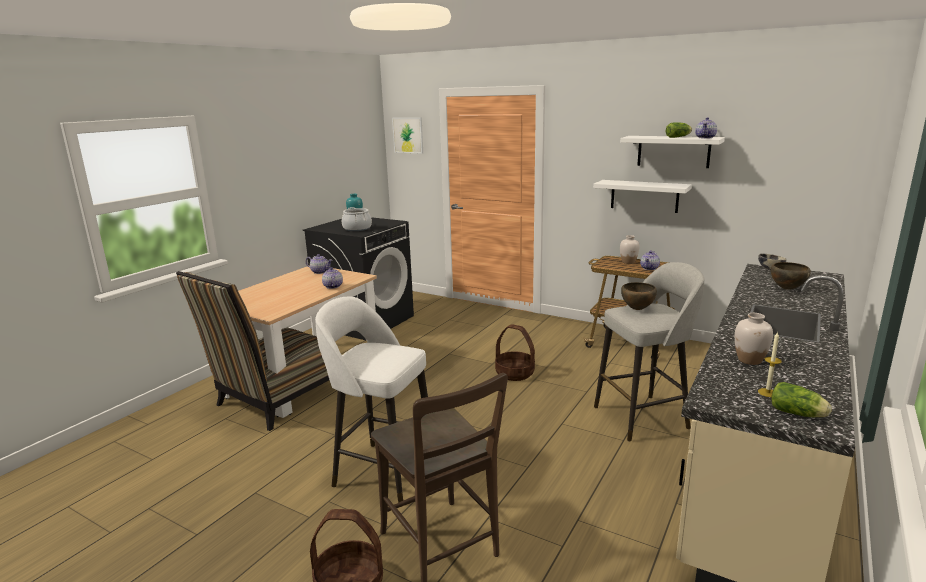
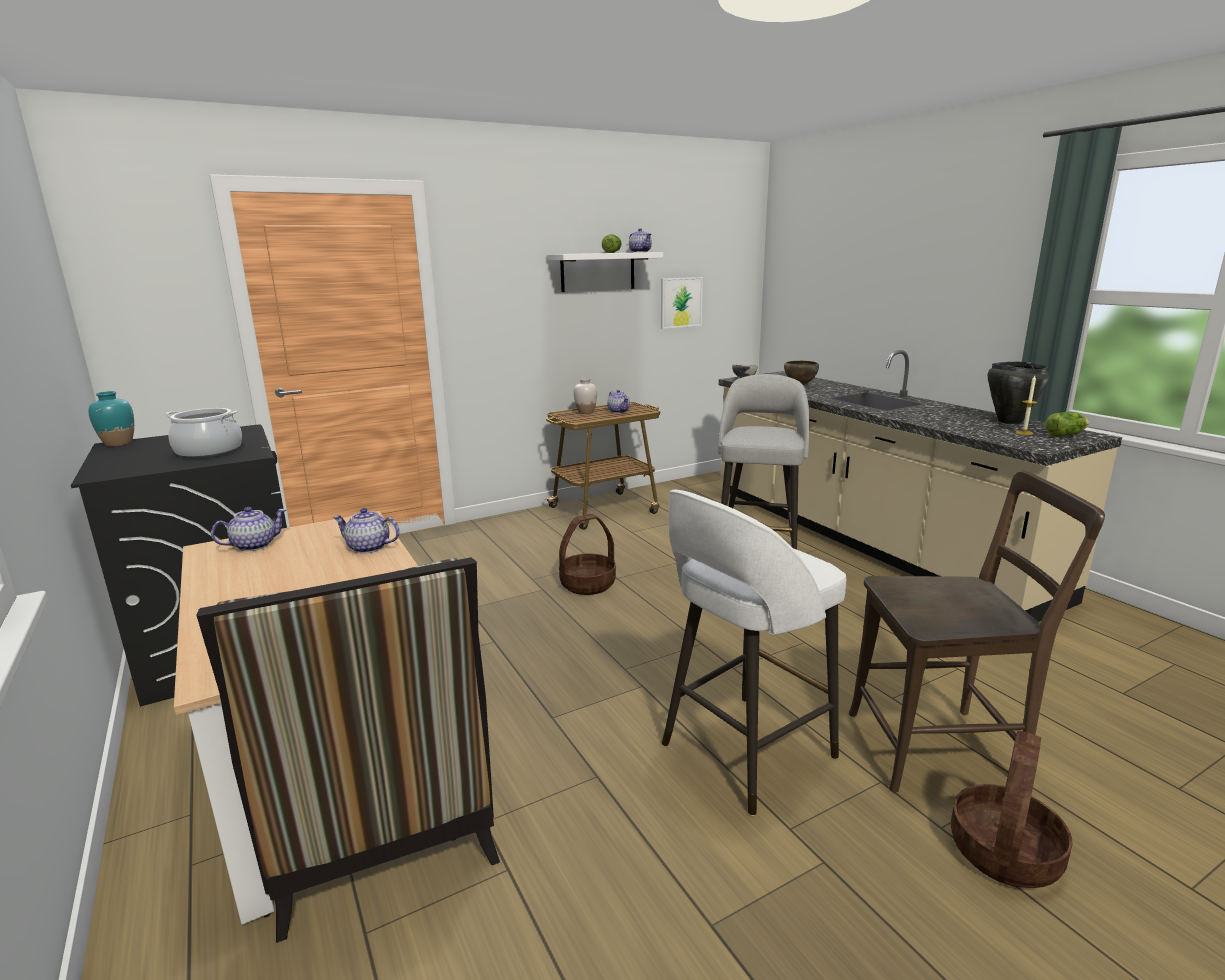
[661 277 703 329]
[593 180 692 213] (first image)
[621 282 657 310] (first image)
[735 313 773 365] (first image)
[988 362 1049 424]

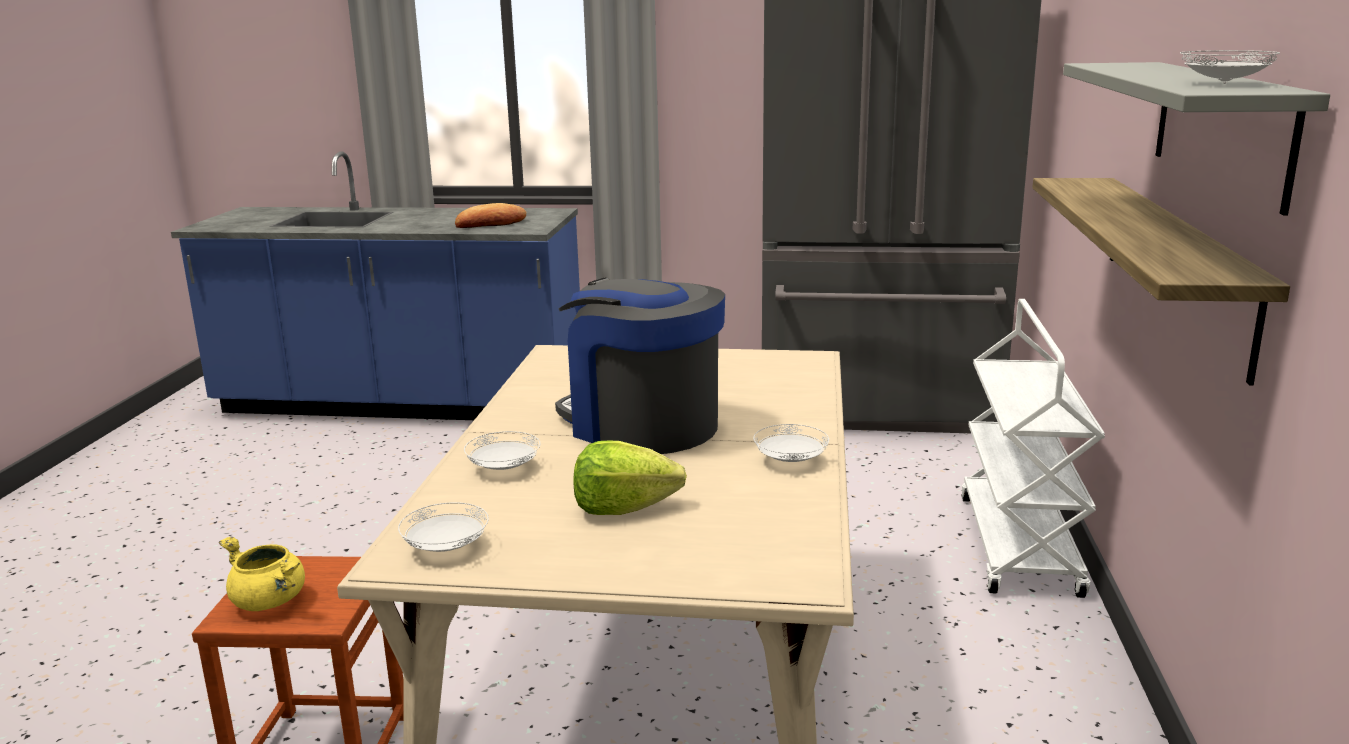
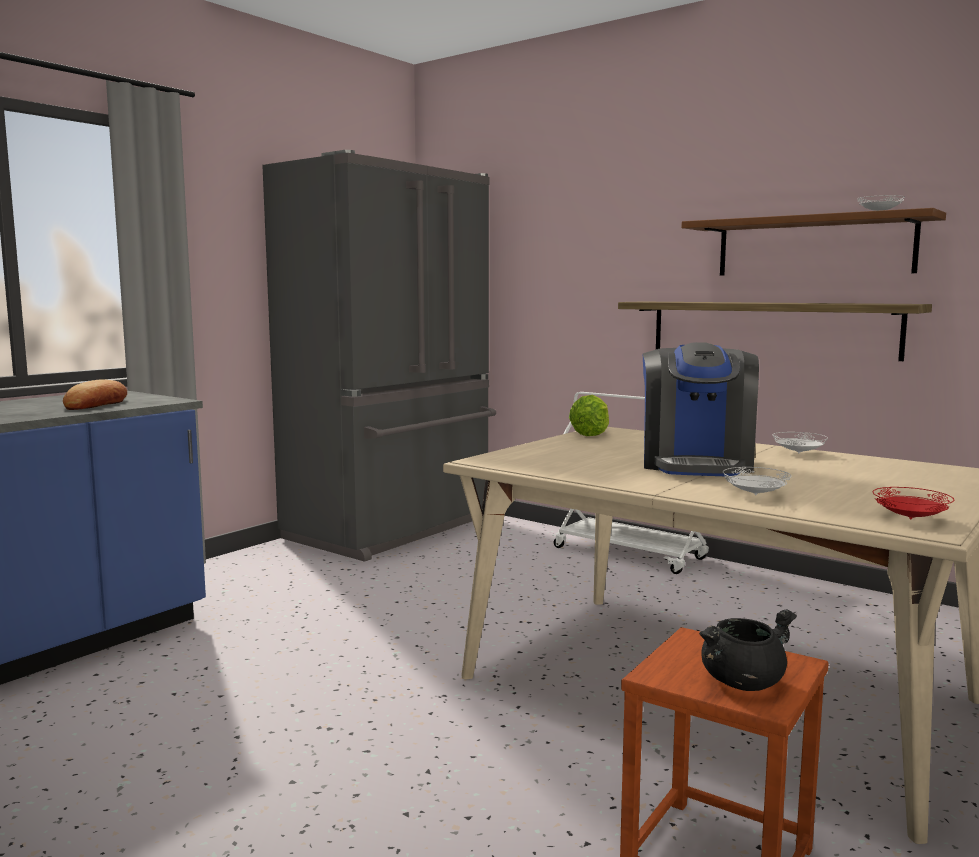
[699 609 797 691]
[873 487 955 519]
[643 342 759 477]
[569 395 609 436]
[681 208 946 276]

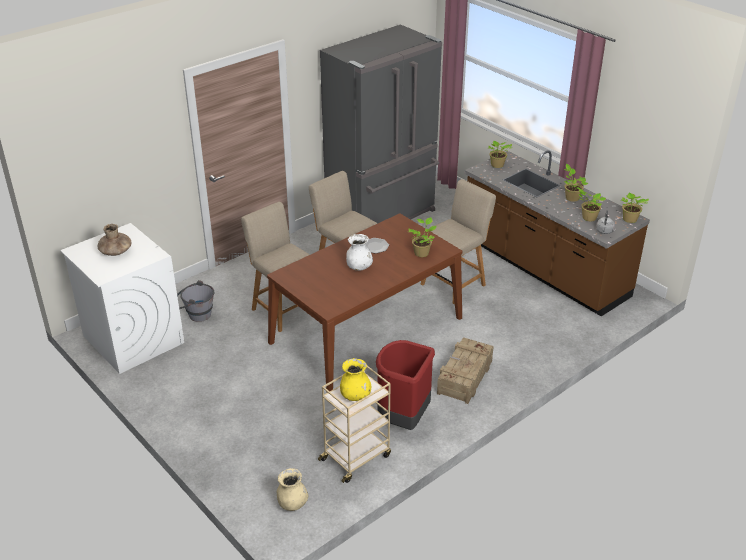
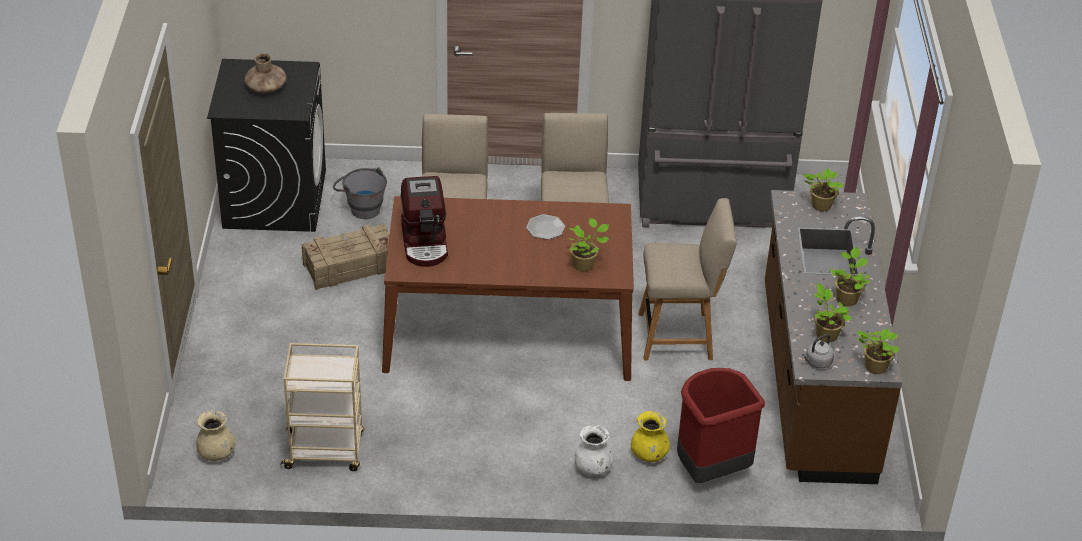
[207 59 326 232]
[631 411 670 462]
[575 425 614 476]
[677 368 765 483]
[302 224 390 290]
[400 176 448 267]

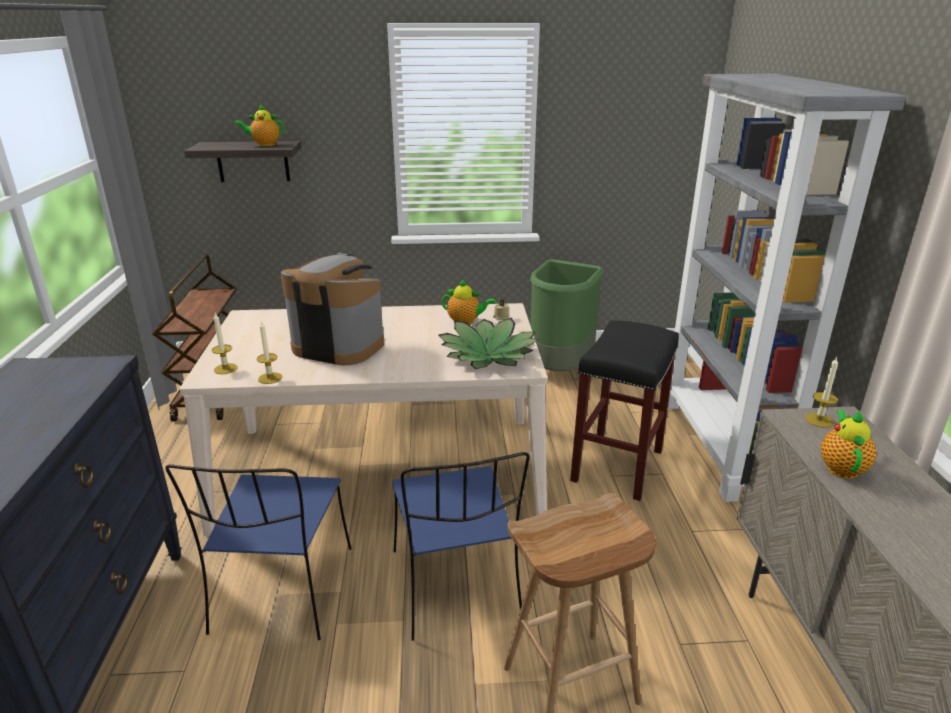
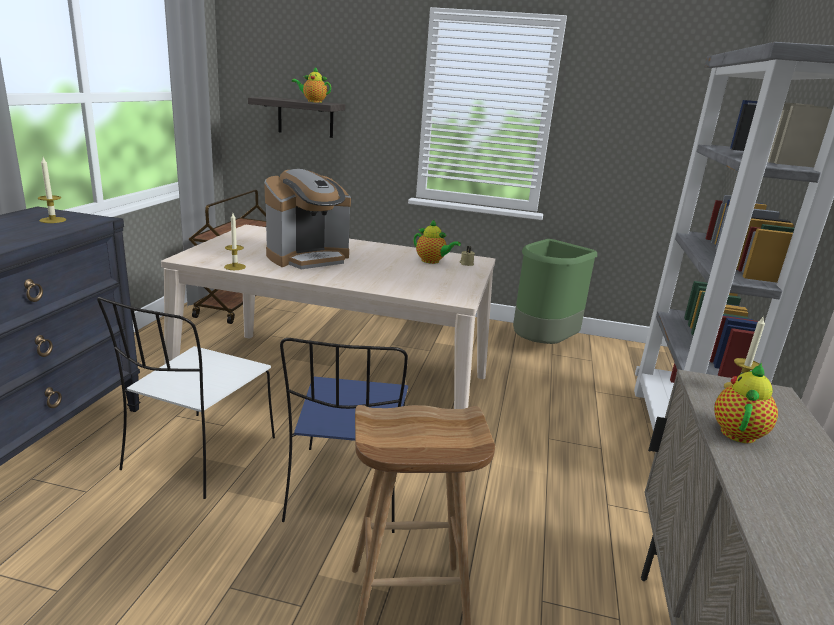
[97 297 275 499]
[38 157 66 223]
[264 169 351 269]
[439 318 539 369] (first image)
[570 320 679 501] (first image)

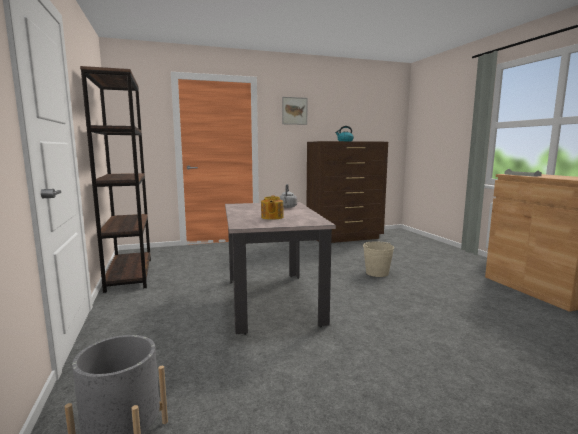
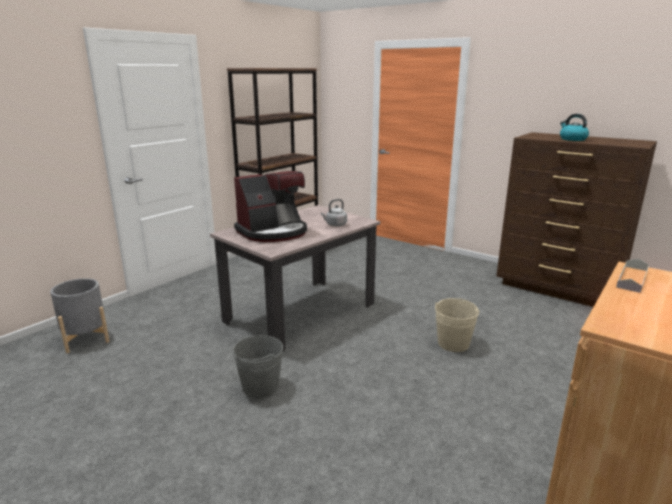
[234 171 307 242]
[282 97 308 125] (first image)
[233 335 283 398]

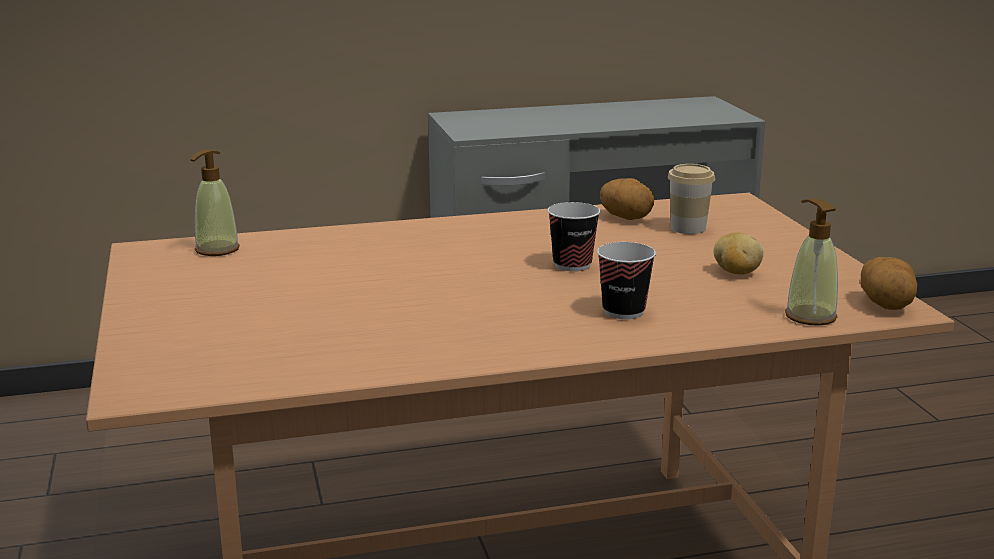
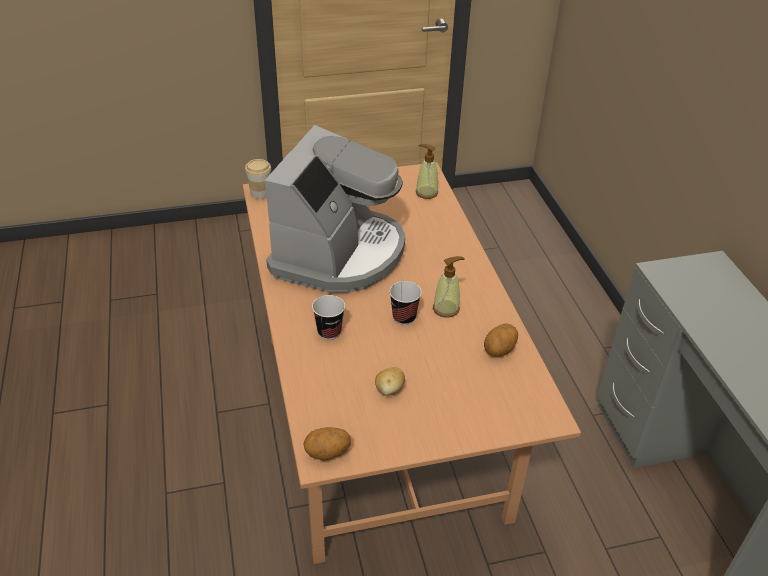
[245 159 271 199]
[433 256 464 318]
[265 125 405 293]

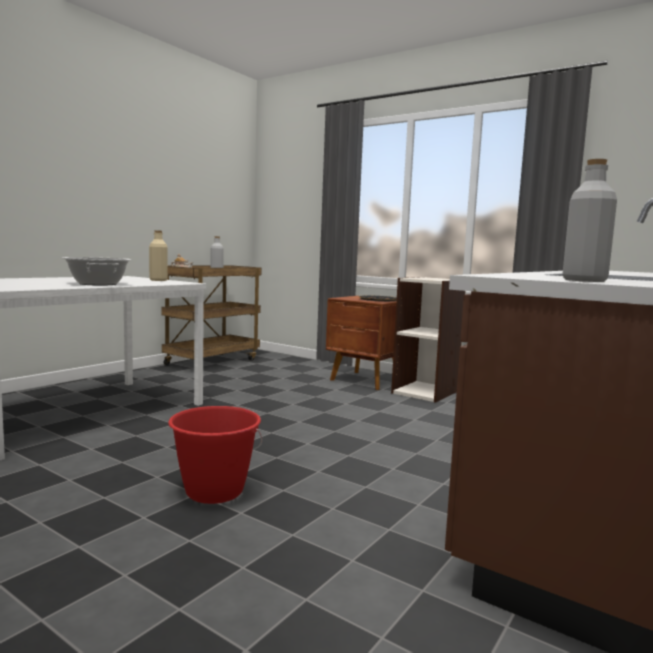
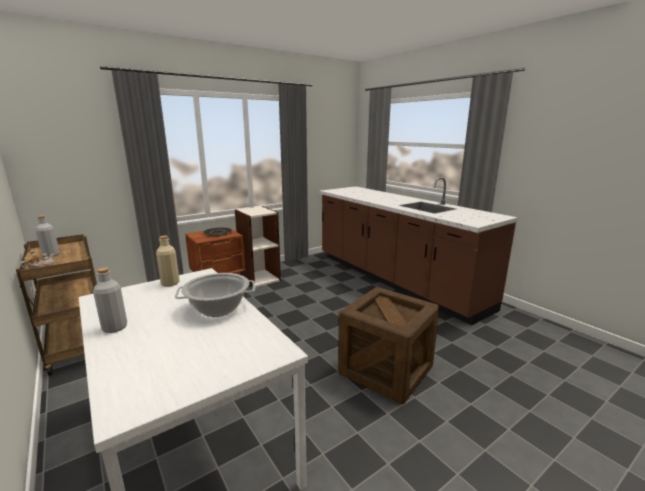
[339 287 440 405]
[93 267 127 333]

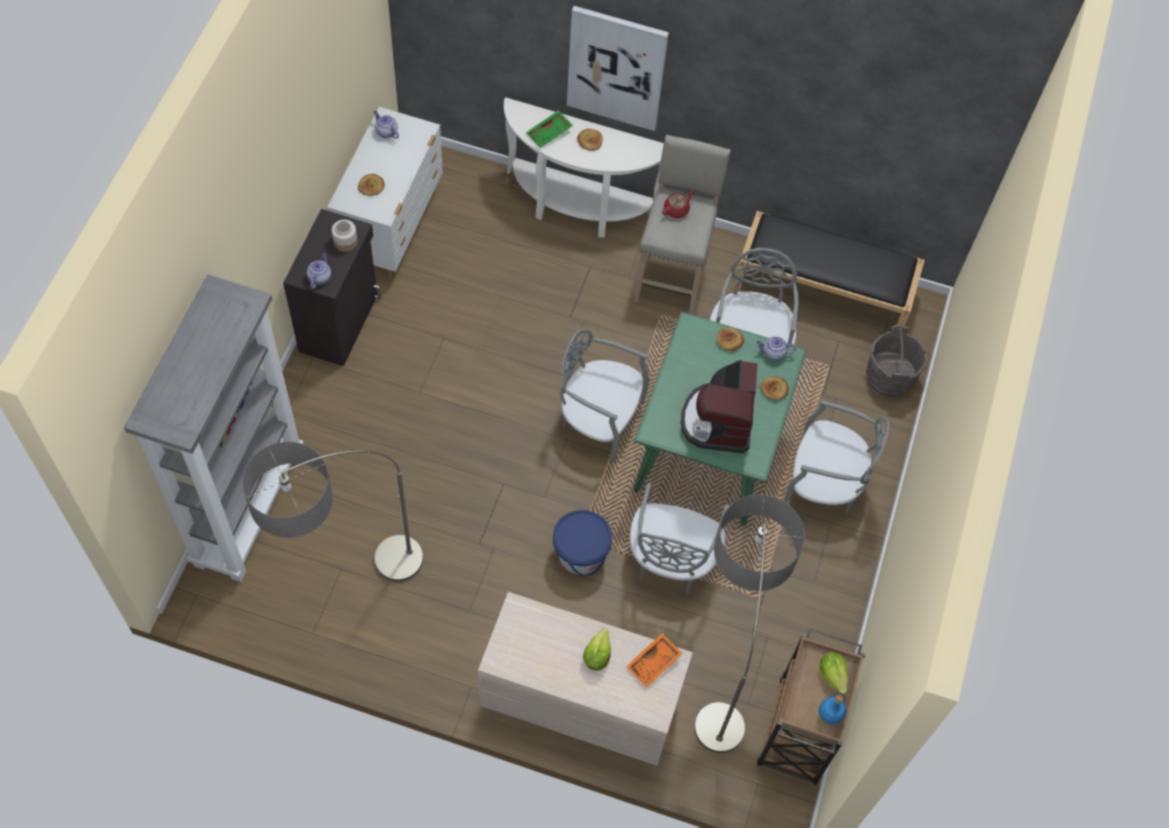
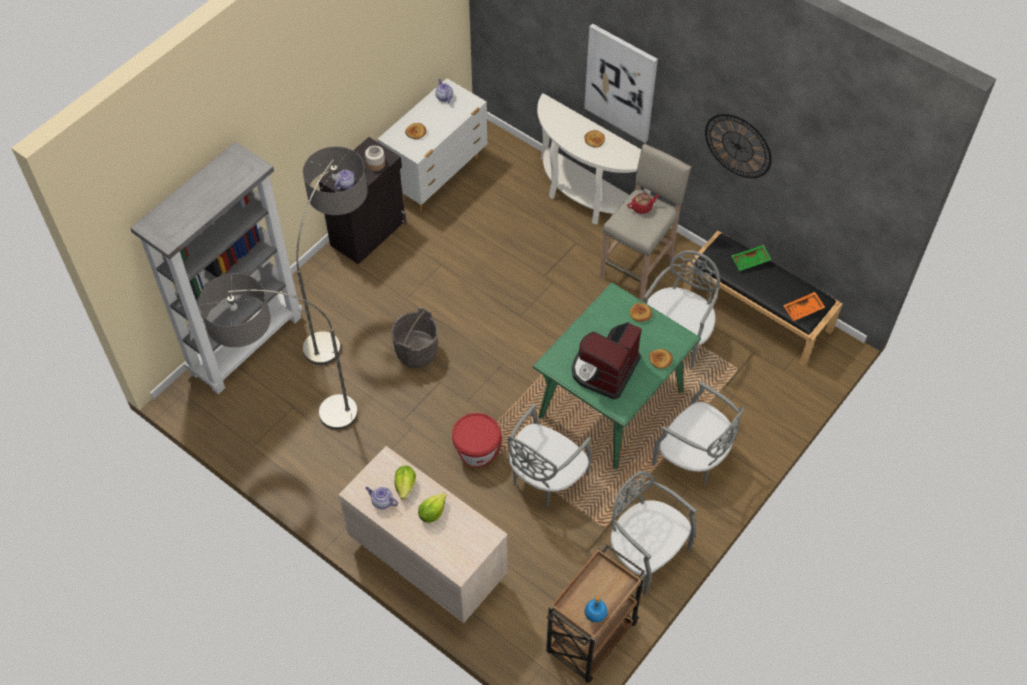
[732 245 771 271]
[452 413 502 468]
[611 471 697 595]
[783 292 825 321]
[296 146 368 365]
[365 487 398 509]
[394 465 416 500]
[391 307 438 368]
[705 114 772 178]

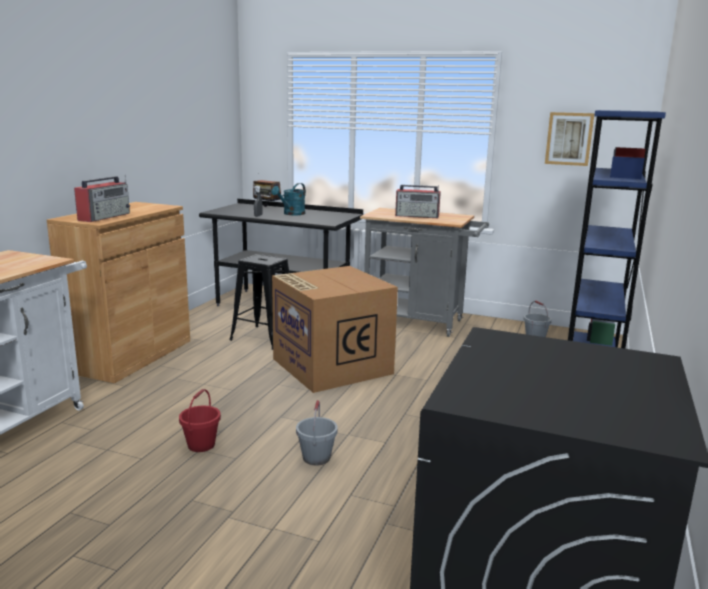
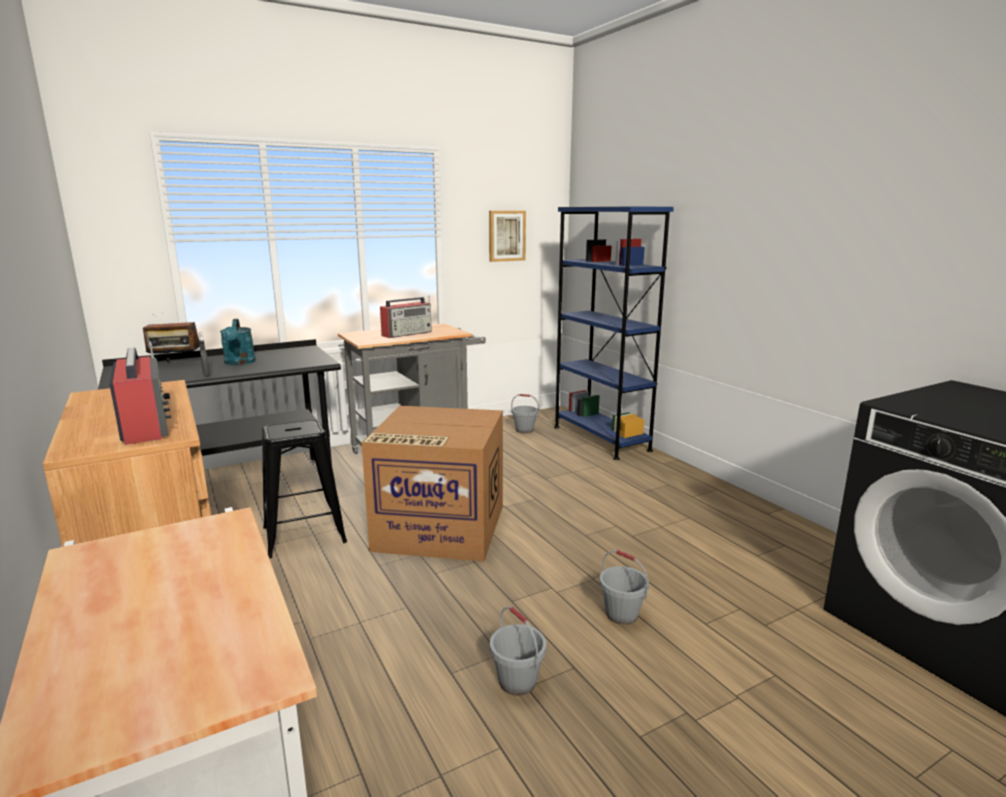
[490 607 546 696]

